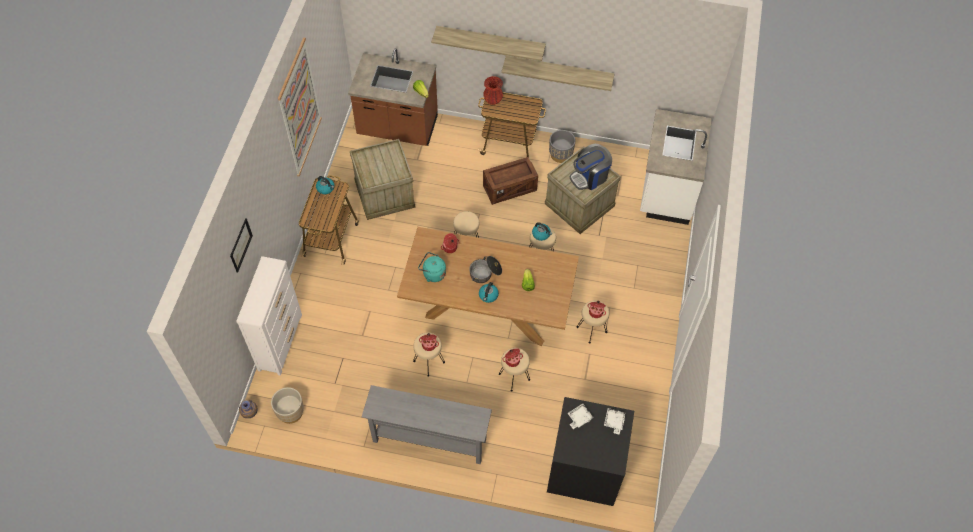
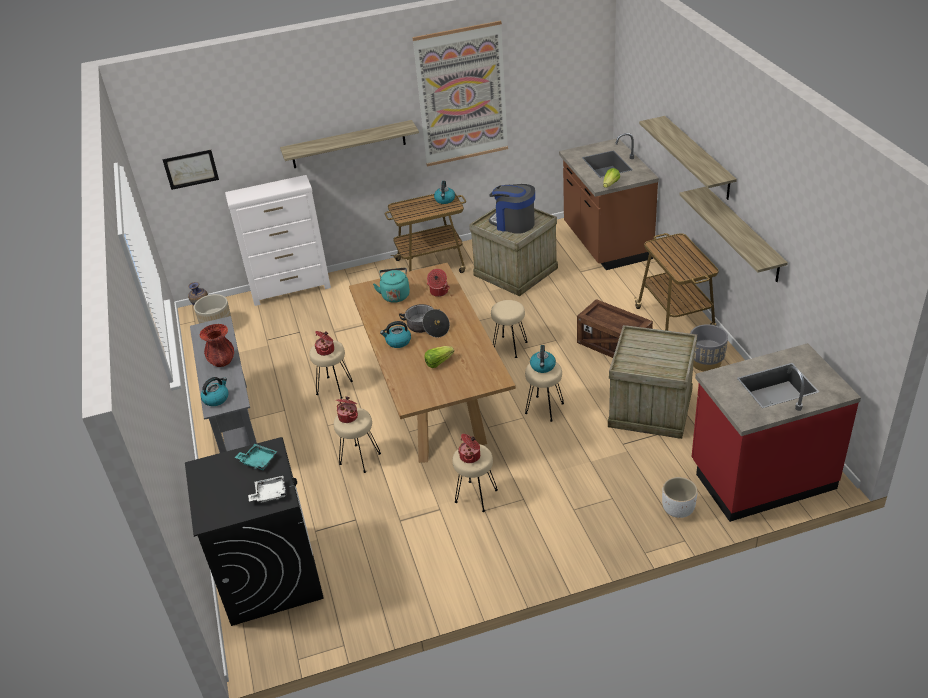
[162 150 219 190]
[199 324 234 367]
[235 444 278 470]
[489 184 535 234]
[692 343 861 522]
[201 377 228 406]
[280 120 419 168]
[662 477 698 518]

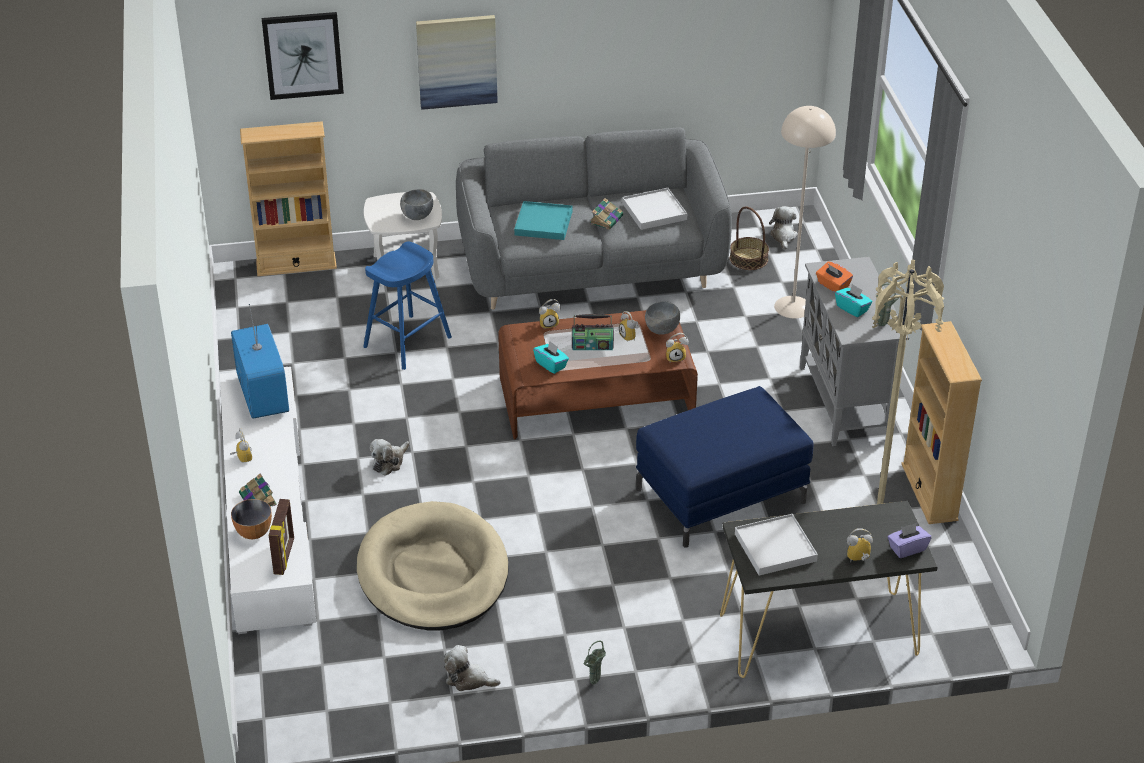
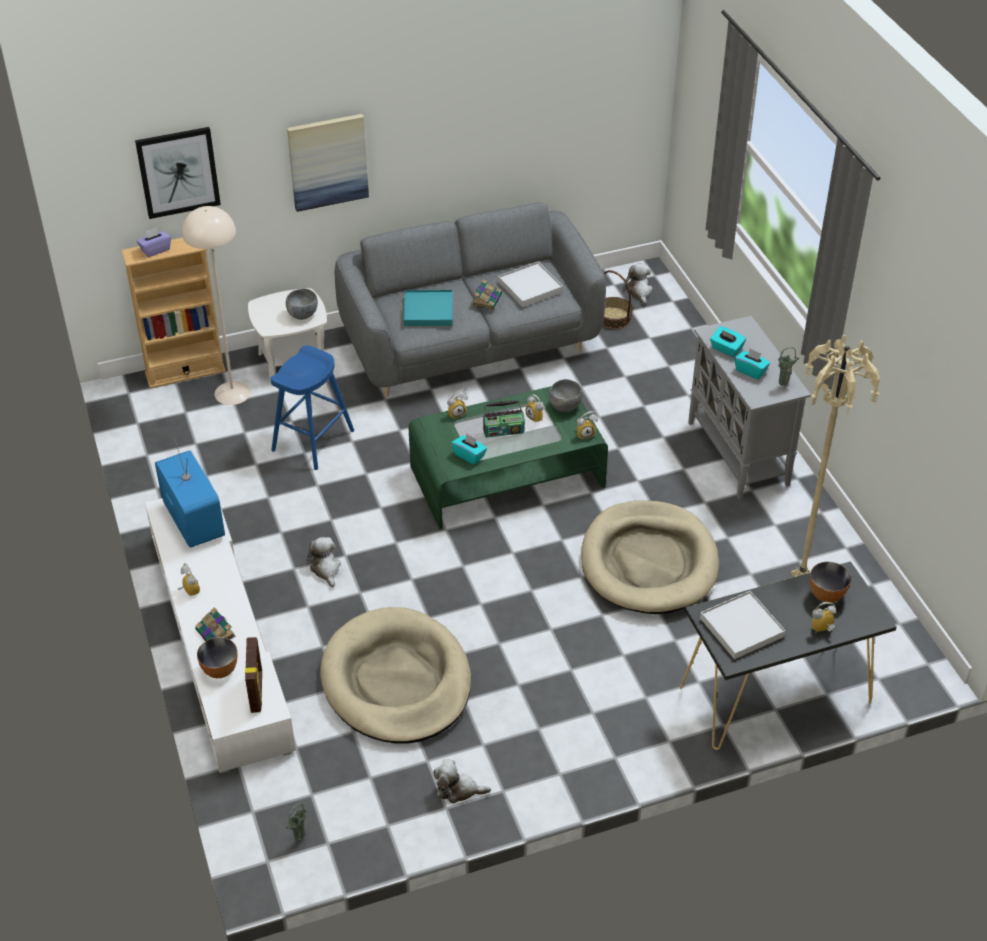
[306 537 341 588]
[408 386 608 530]
[286 803 307 843]
[581 500 719 614]
[182 206 251 405]
[710 326 746 357]
[137 228 171 257]
[901 321 982 524] (first image)
[810 562 851 603]

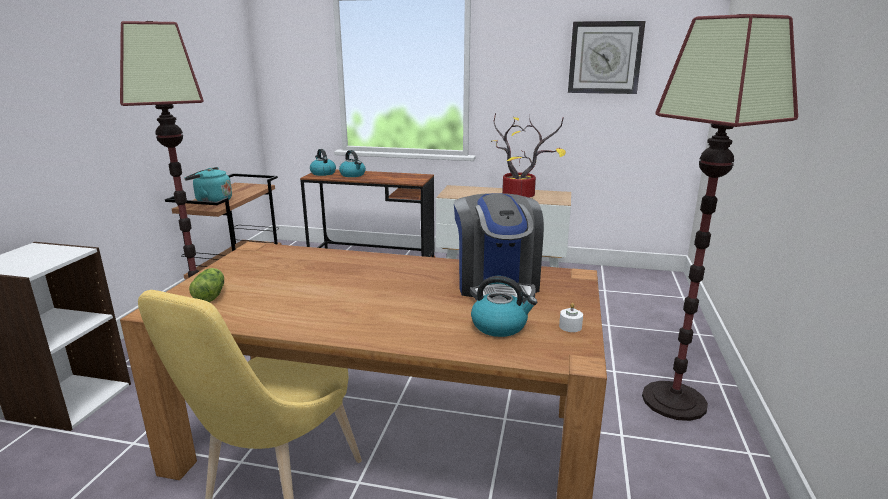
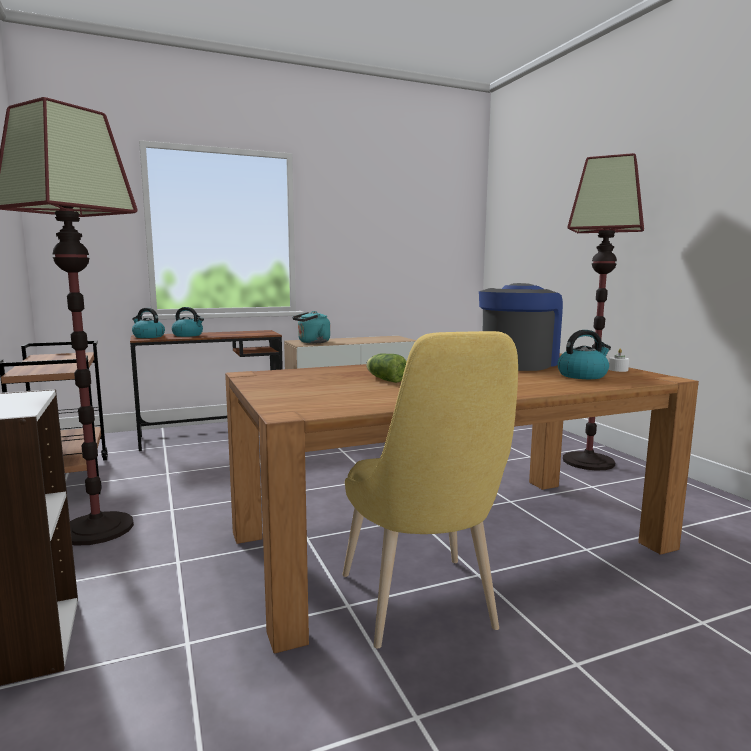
[292 311 330 344]
[366 353 407 383]
[479 283 563 371]
[491 113 566 198] (first image)
[568 21 645 94] (first image)

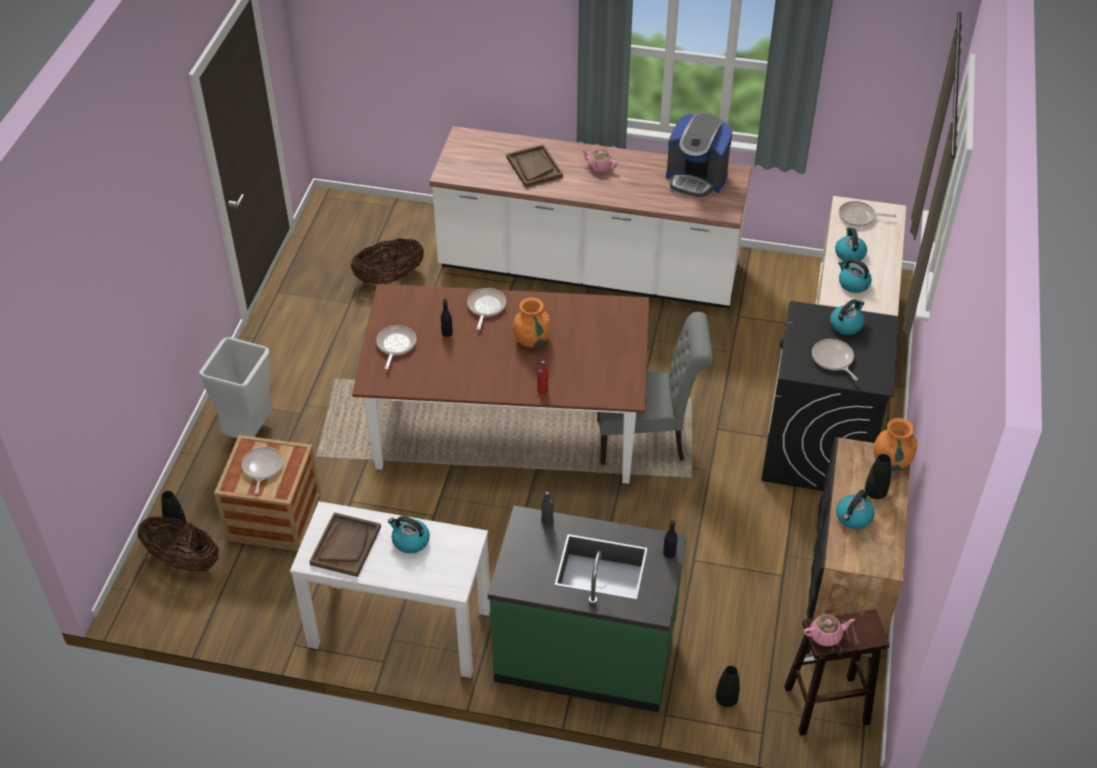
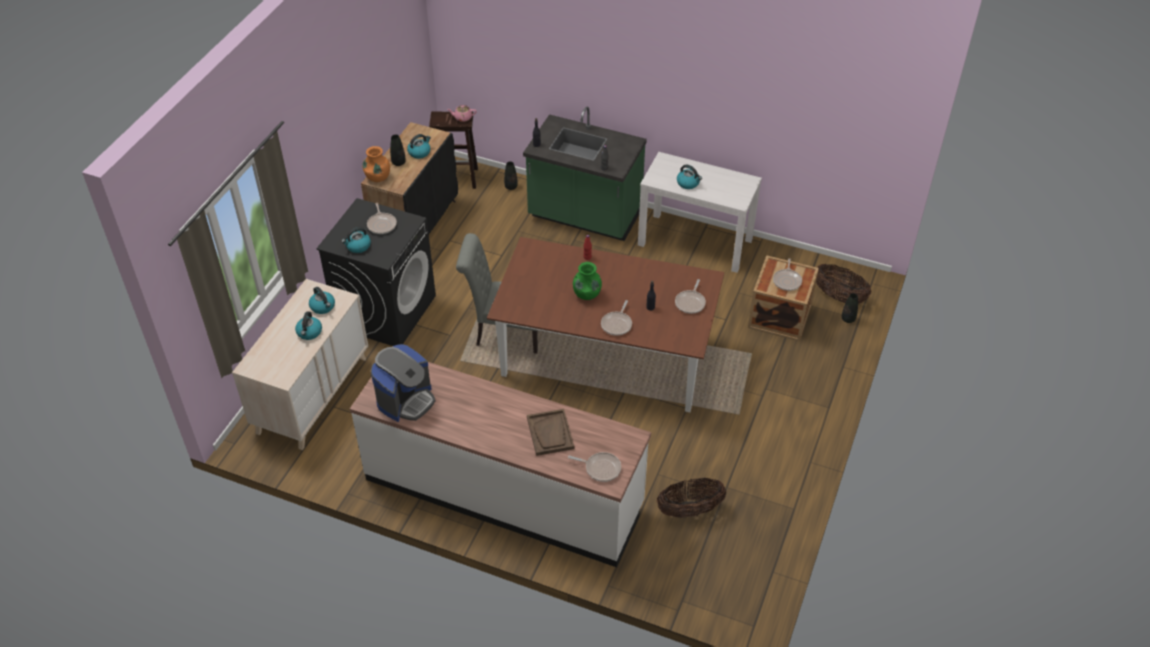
[199 337 273 438] (first image)
[309 512 381 577] (first image)
[573 262 602 300]
[581 149 618 173] (first image)
[371 344 435 422]
[568 452 621 482]

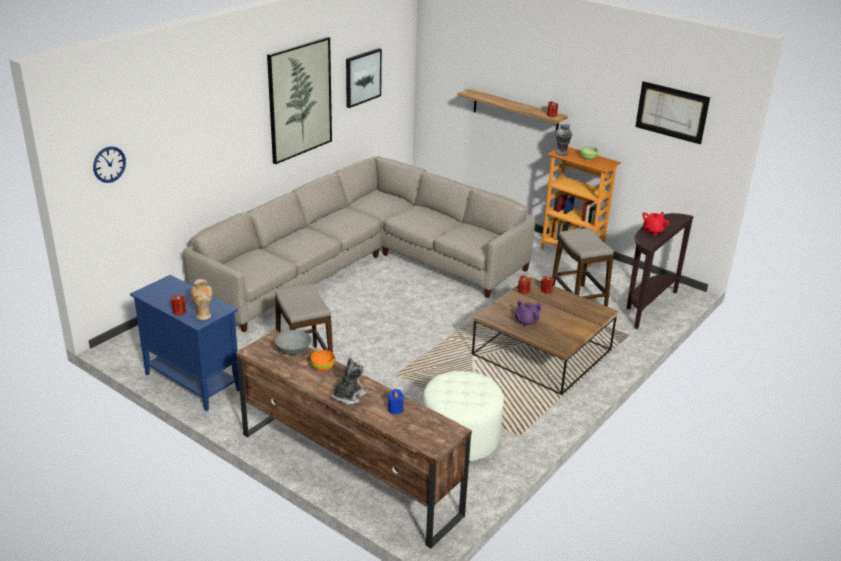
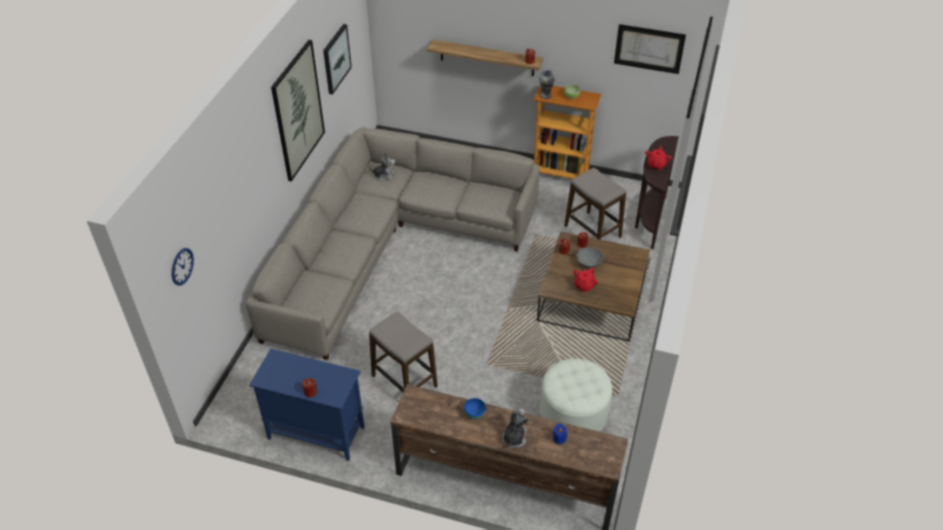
[191 279 213 320] (first image)
[576 247 604 269]
[464 398 486 419]
[573 267 598 292]
[369 153 395 182]

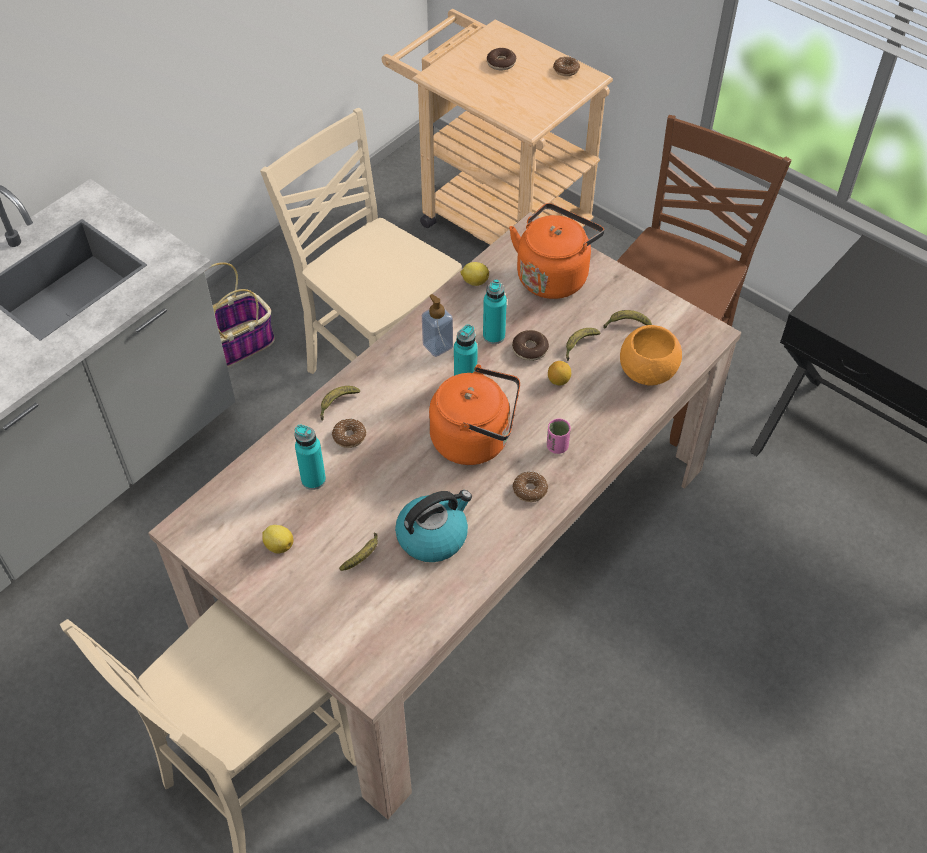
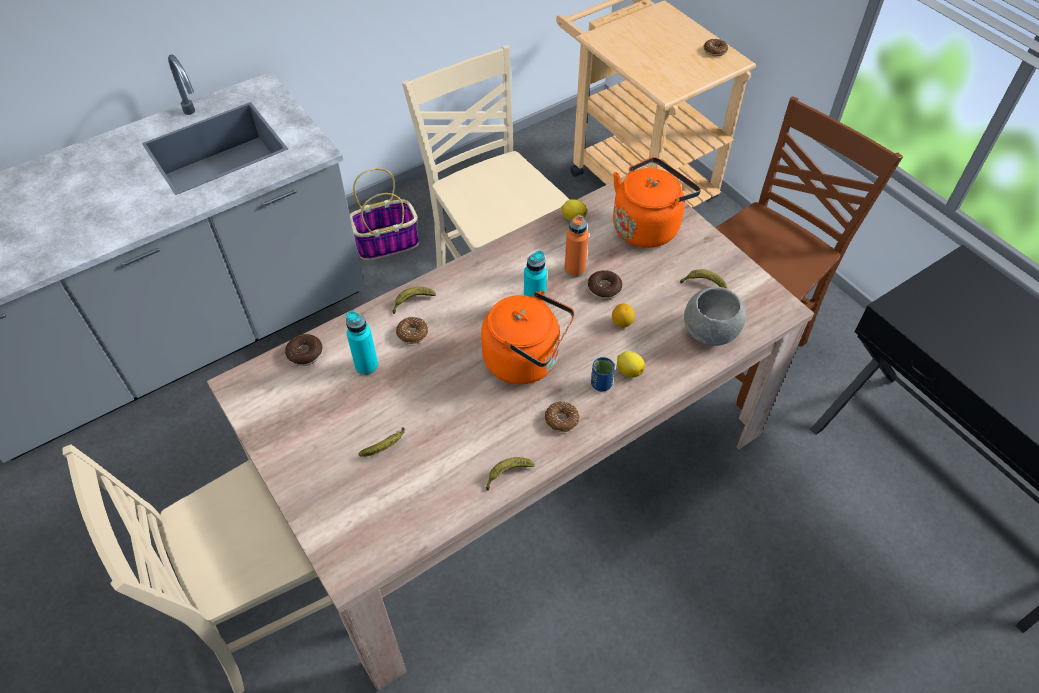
[617 351 645 378]
[395 490 472 562] (first image)
[422 294 453 357] (first image)
[564 215 589 278]
[285 334 323 366]
[591 357 615 391]
[486 457 535 491]
[684 287 746 346]

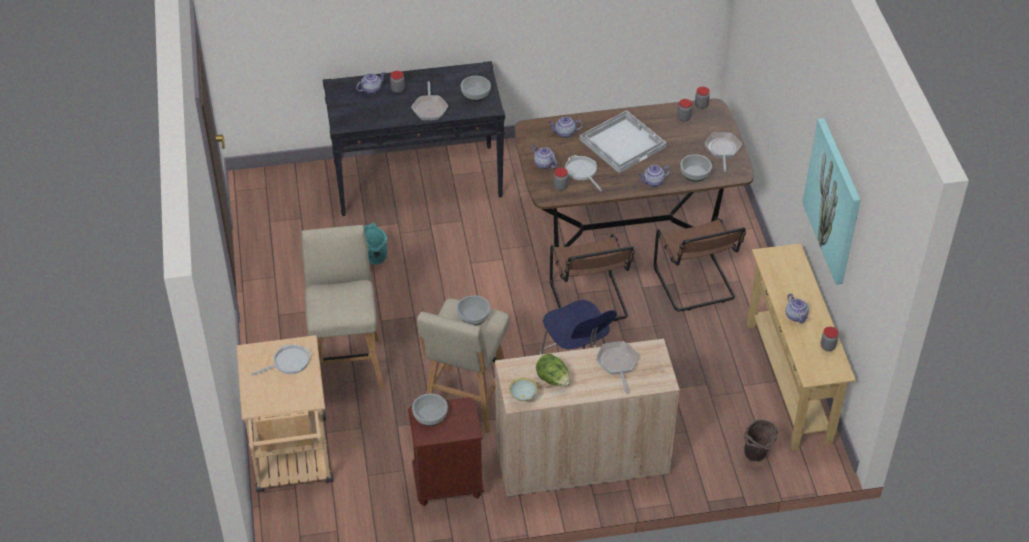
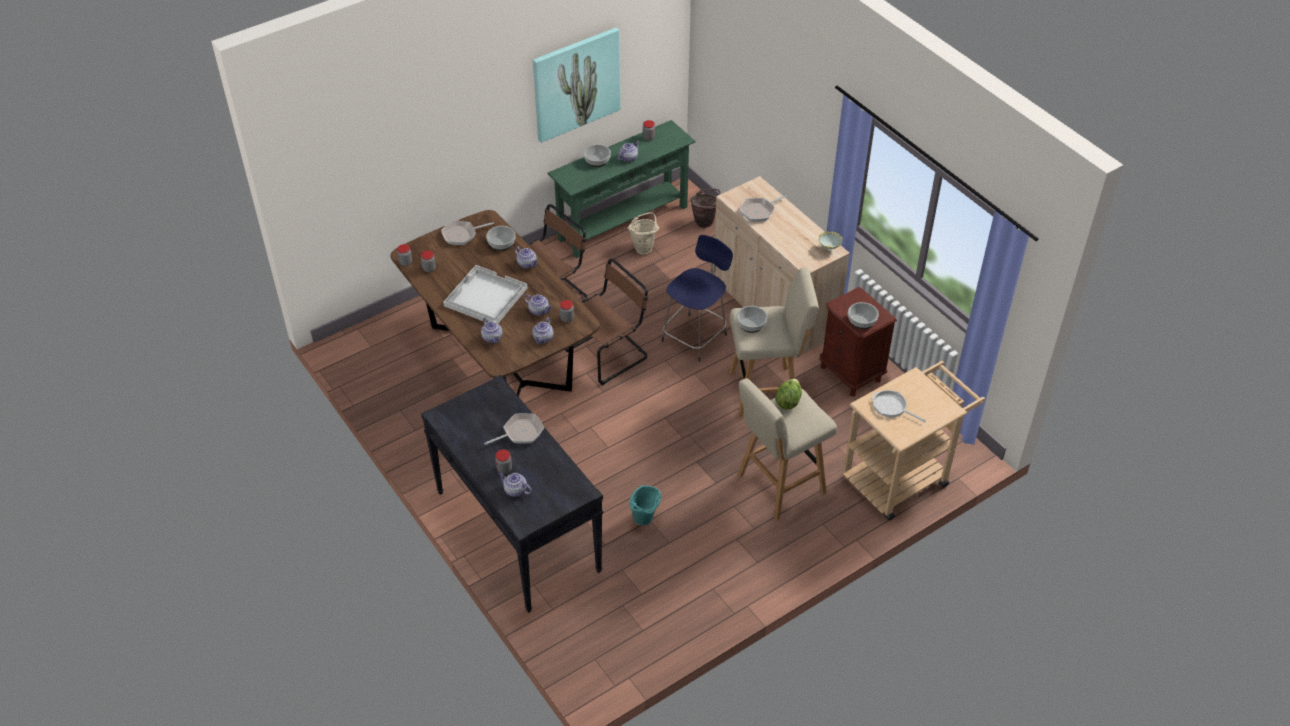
[583 144 611 167]
[775 379 802 410]
[524 294 553 316]
[548 120 696 258]
[627 212 659 255]

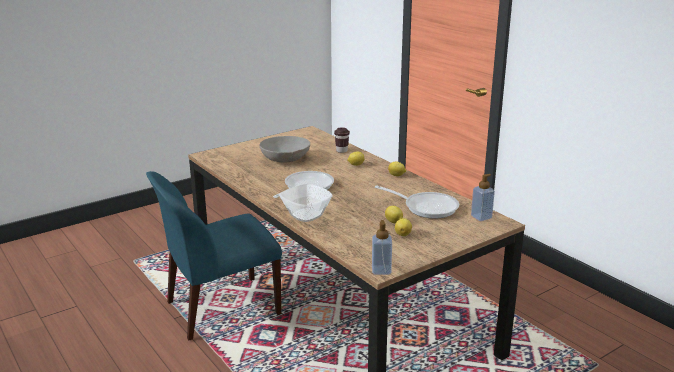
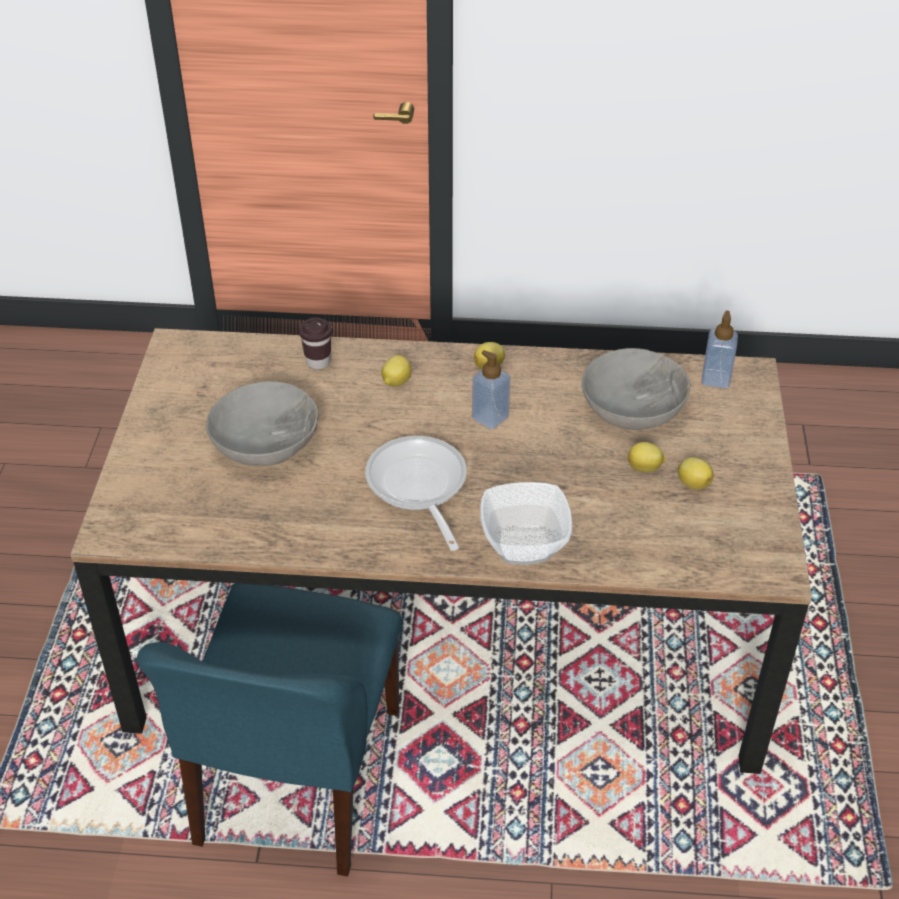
[472 350 510 429]
[582 348 690 430]

